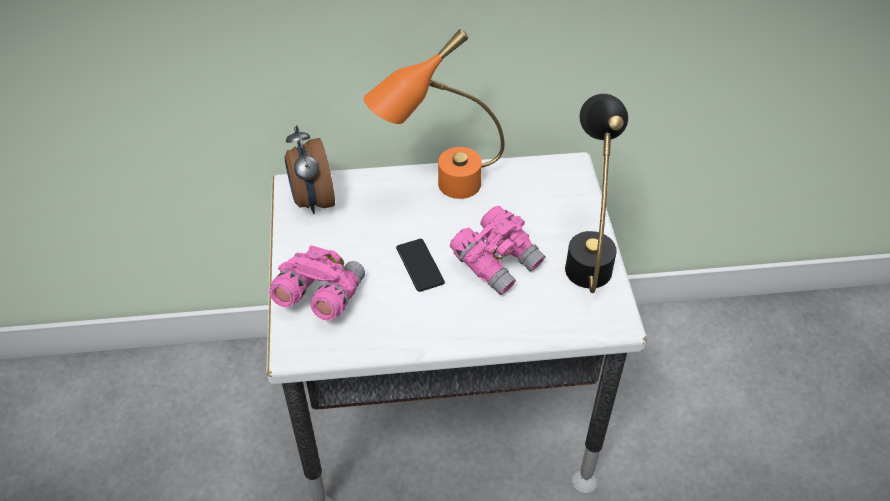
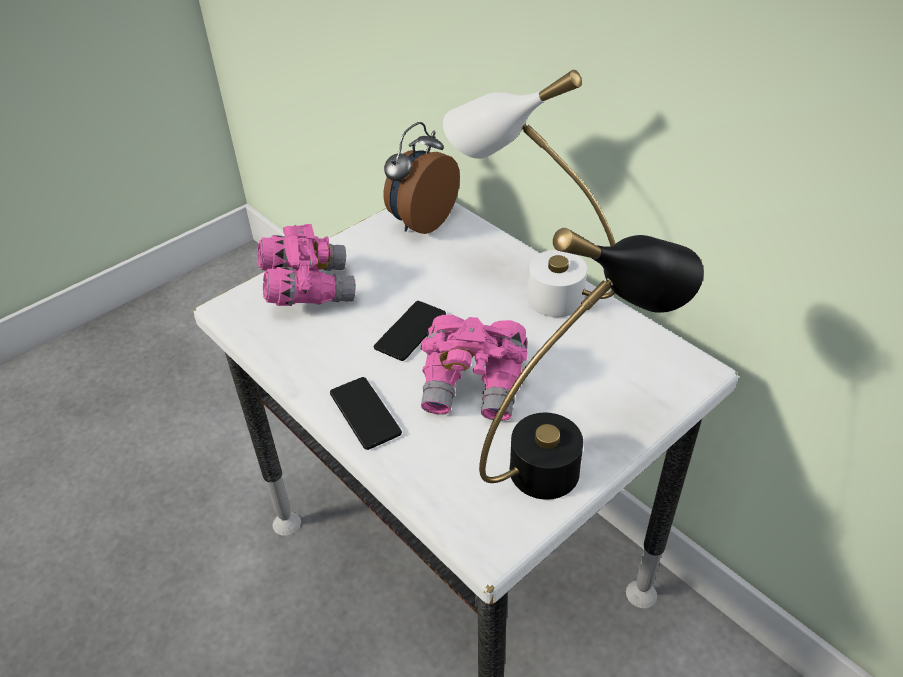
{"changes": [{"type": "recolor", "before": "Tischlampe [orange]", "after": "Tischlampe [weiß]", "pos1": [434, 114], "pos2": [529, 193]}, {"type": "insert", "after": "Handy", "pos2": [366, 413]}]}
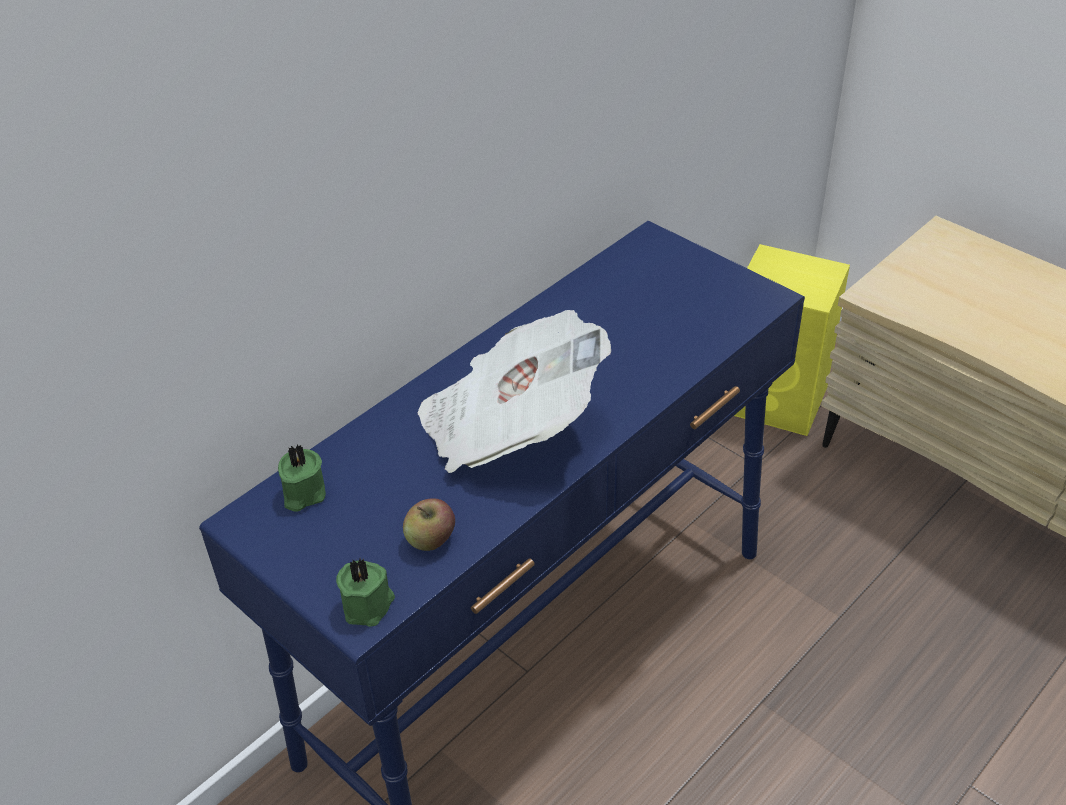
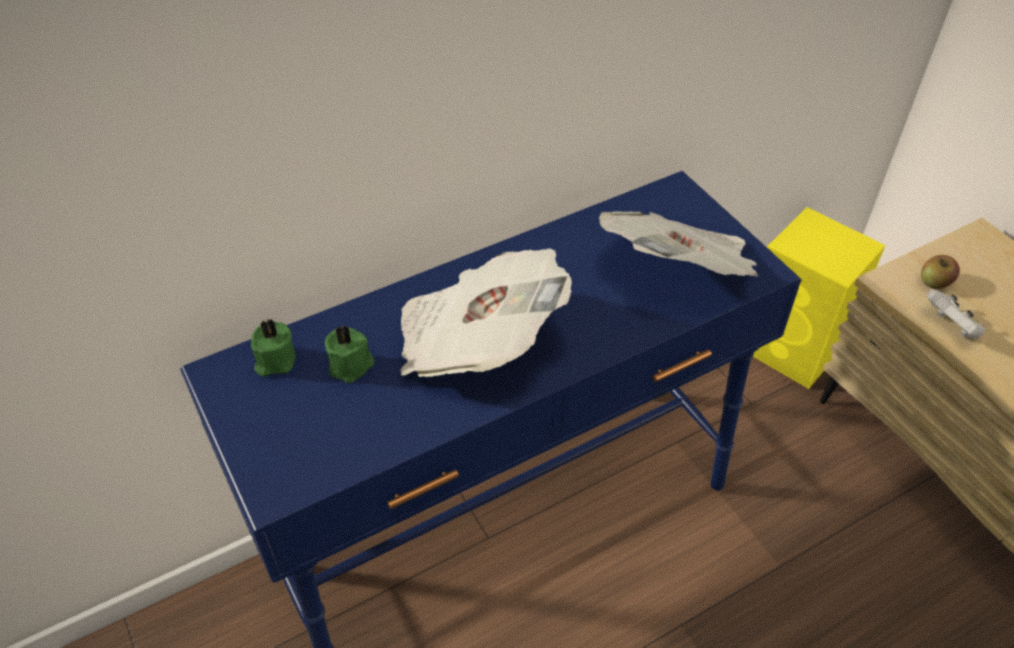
{"changes": [{"type": "move", "before": "Kerze [grün]", "pos1": [365, 593], "pos2": [349, 354]}, {"type": "move", "before": "Apfel", "pos1": [429, 524], "pos2": [940, 272]}, {"type": "insert", "after": "Zeitung", "pos2": [678, 244]}, {"type": "insert", "after": "Gamepad [weiß]", "pos2": [955, 314]}]}
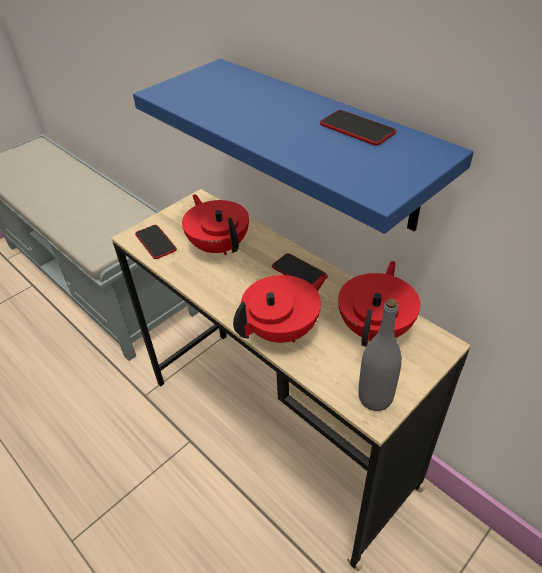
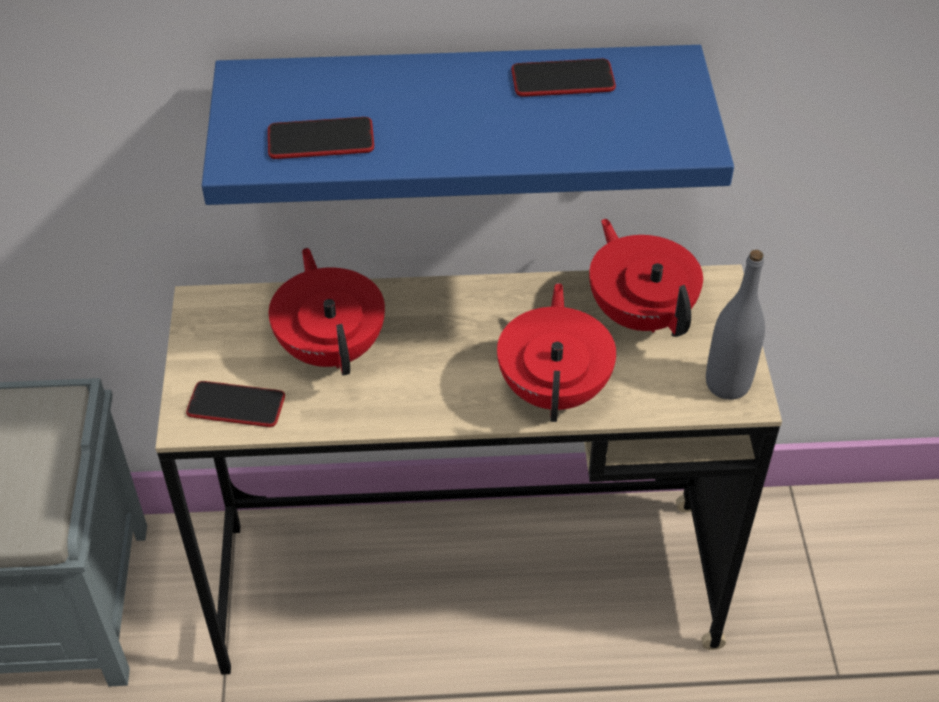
{"changes": [{"type": "rotate", "before": "Teekanne [rot]", "pos1": [215, 224], "pos2": [327, 312], "turn": 60}, {"type": "move", "before": "Handy", "pos1": [300, 269], "pos2": [321, 138]}]}
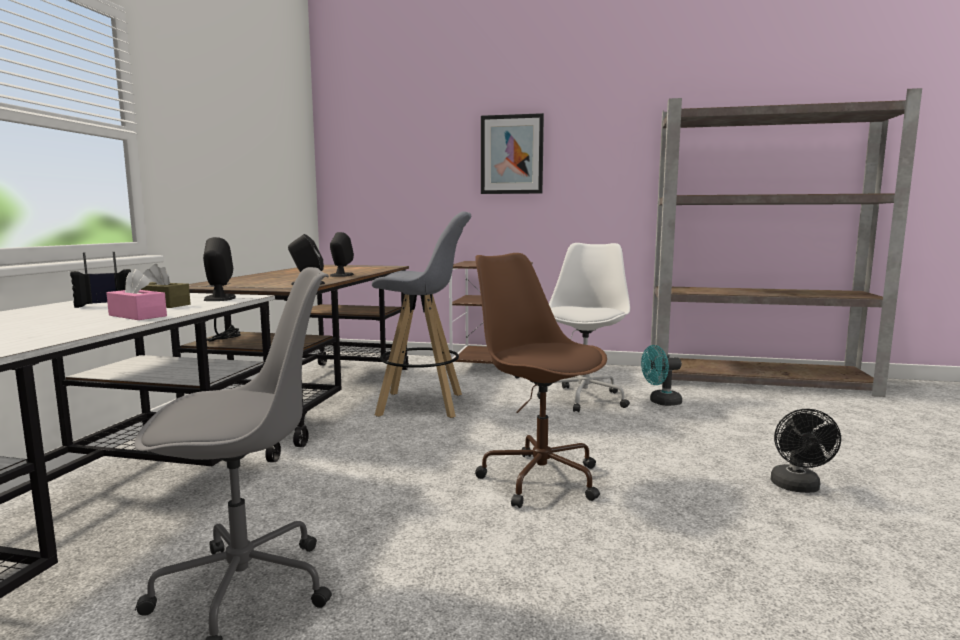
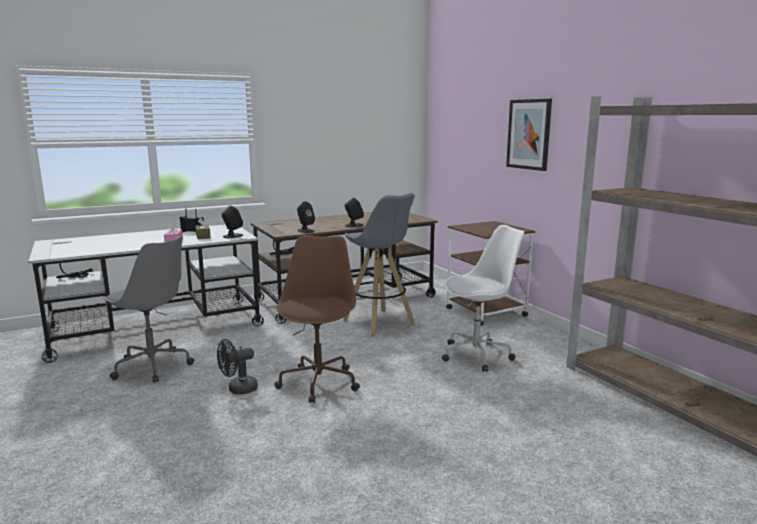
{"changes": [{"type": "delete", "before": "Ventilator [türkis]", "pos1": [661, 375]}, {"type": "move", "before": "Ventilator [schwarz]", "pos1": [806, 451], "pos2": [237, 367]}]}
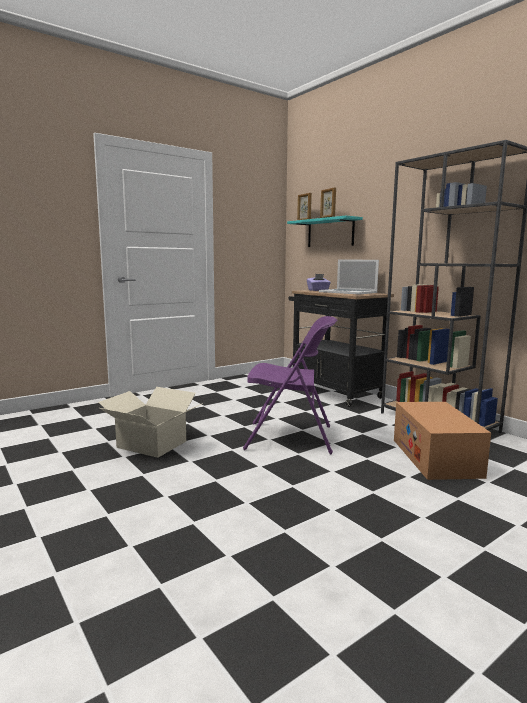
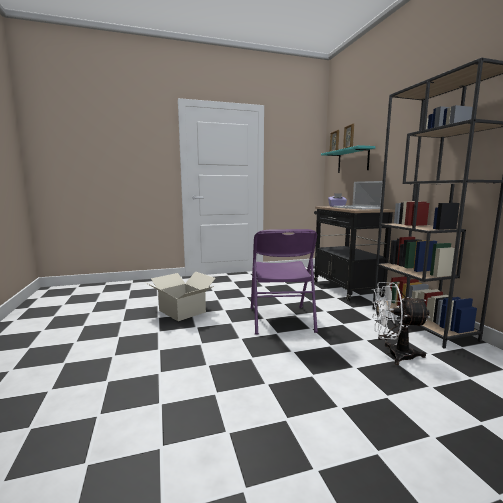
{"changes": [{"type": "rotate", "before": "Stuhl [lila]", "pos1": [290, 385], "pos2": [284, 281], "turn": 60}, {"type": "replace", "before": "Karton", "after": "Ventilator [weiß]", "pos1": [442, 441], "pos2": [401, 323]}]}
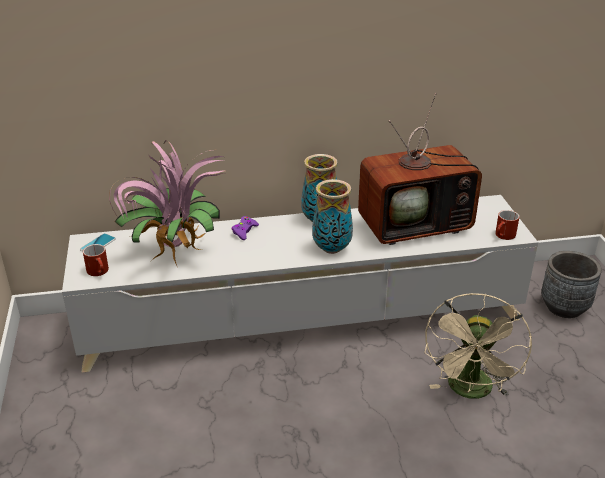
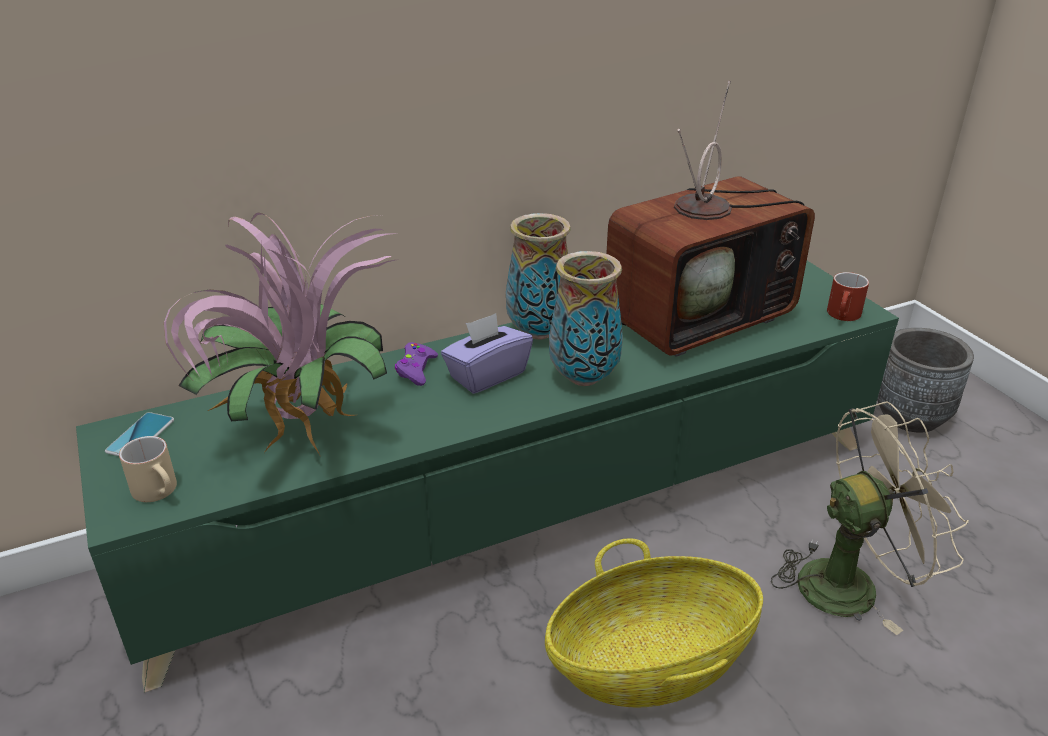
{"changes": [{"type": "recolor", "before": "Fernsehschrank [weiß]", "after": "Fernsehschrank [grün]", "pos1": [300, 283], "pos2": [487, 476]}, {"type": "recolor", "before": "Henkelbecher [rot]", "after": "Henkelbecher [beige]", "pos1": [96, 260], "pos2": [148, 469]}, {"type": "rotate", "before": "Ventilator [beige]", "pos1": [478, 346], "pos2": [870, 518], "turn": -105}, {"type": "insert", "after": "Taschentuchbox [lila]", "pos2": [487, 353]}, {"type": "insert", "after": "Korb", "pos2": [654, 623]}]}
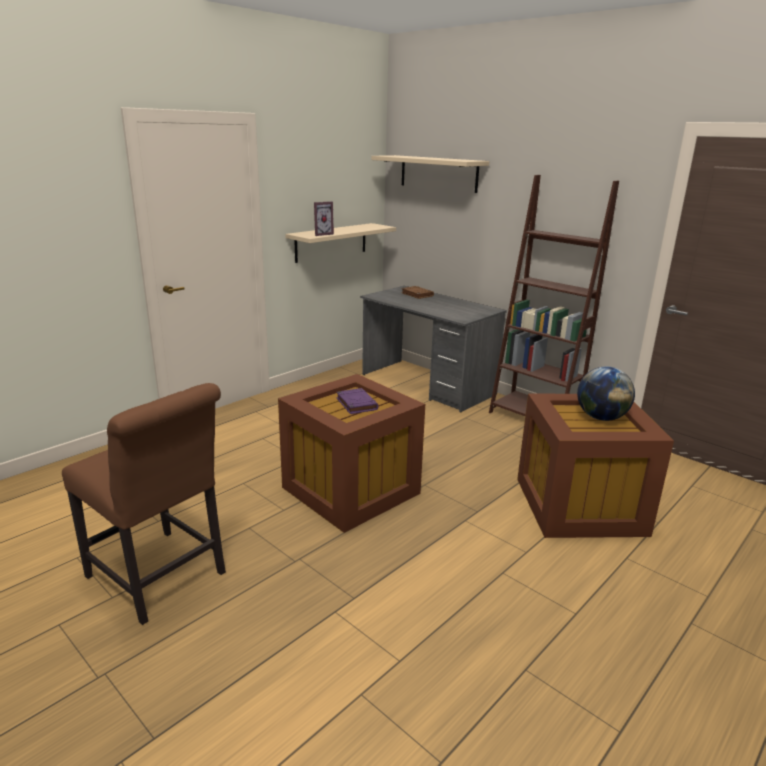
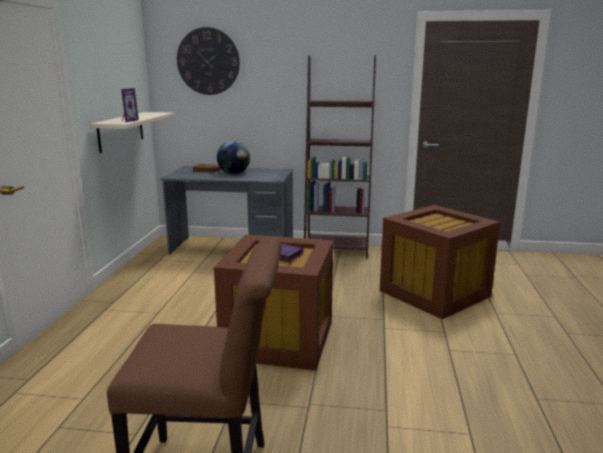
{"changes": [{"type": "replace", "before": "Wandregal [beige]", "after": "Wanduhr", "pos1": [430, 174], "pos2": [208, 61]}, {"type": "move", "before": "Globus", "pos1": [606, 393], "pos2": [233, 157]}]}
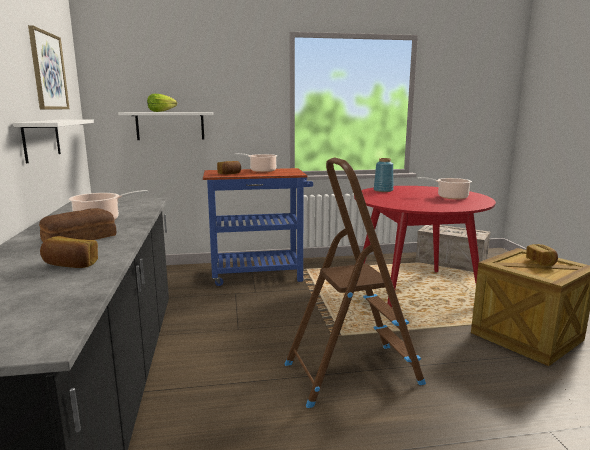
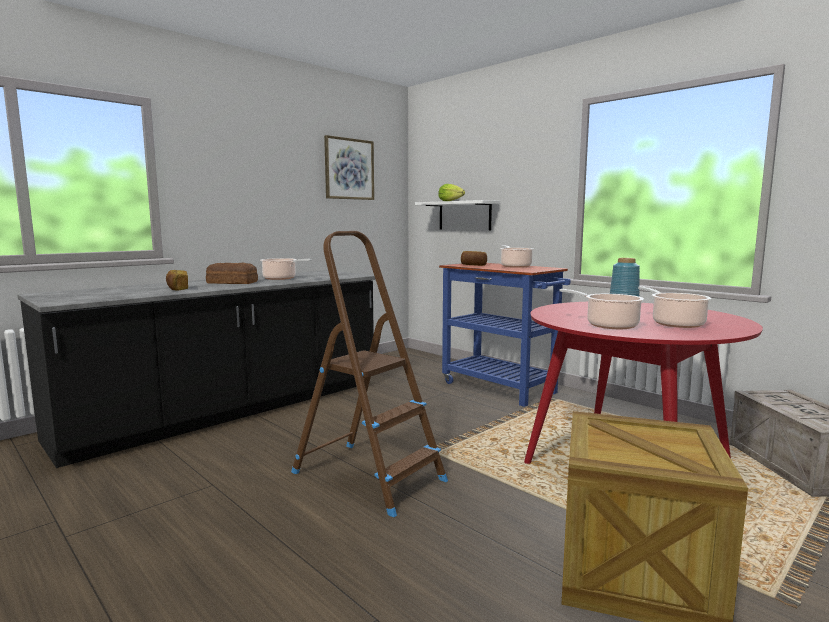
{"changes": [{"type": "delete", "before": "Wandregal [weiß]", "pos1": [53, 141]}, {"type": "delete", "before": "Brot", "pos1": [542, 255]}, {"type": "insert", "after": "Kochtopf", "pos2": [601, 309]}]}
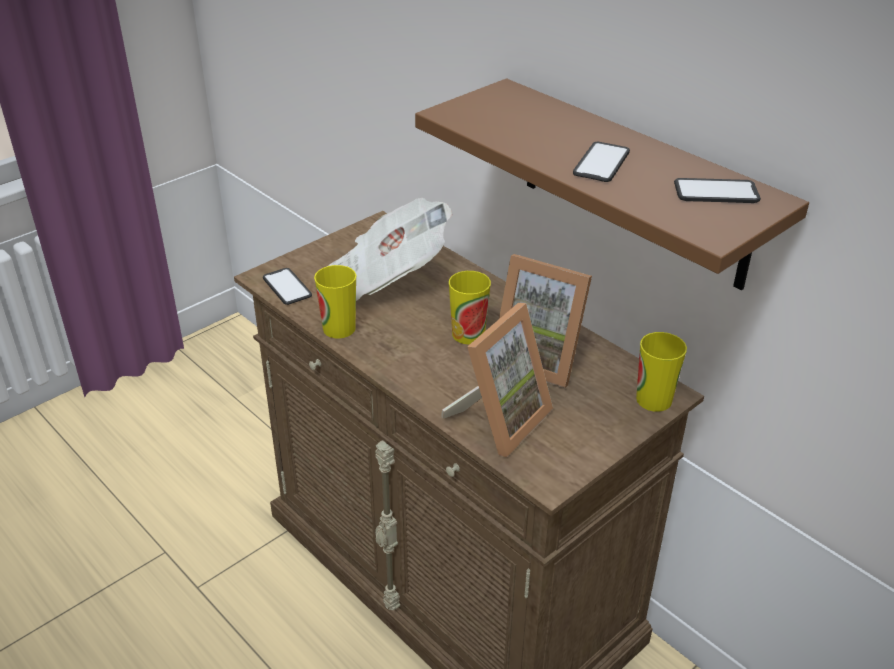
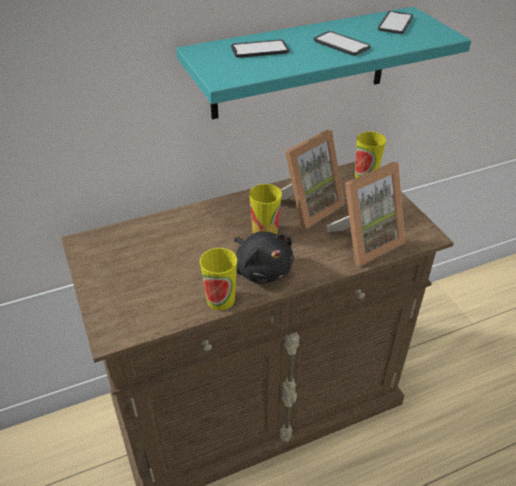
{"changes": [{"type": "move", "before": "Handy", "pos1": [287, 286], "pos2": [260, 48]}, {"type": "delete", "before": "Zeitung", "pos1": [390, 249]}, {"type": "recolor", "before": "Wandregal [braun]", "after": "Wandregal [türkis]", "pos1": [612, 185], "pos2": [323, 63]}, {"type": "rotate", "before": "Bilderrahmen", "pos1": [497, 380], "pos2": [365, 214], "turn": 90}, {"type": "insert", "after": "Plüschtier [schwarz]", "pos2": [264, 257]}]}
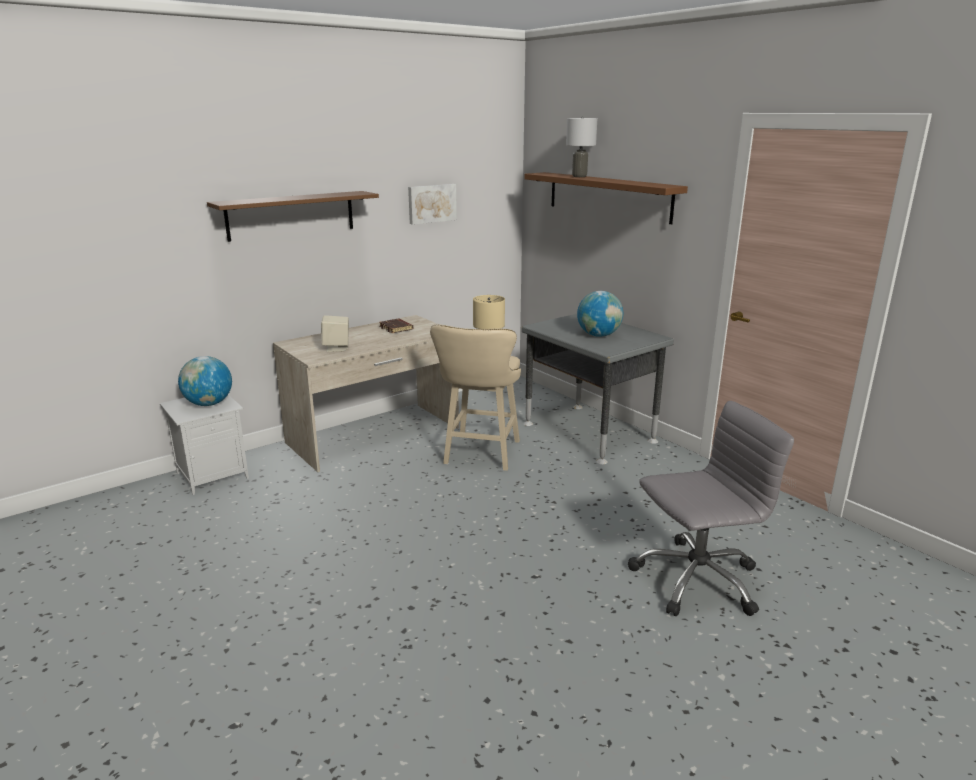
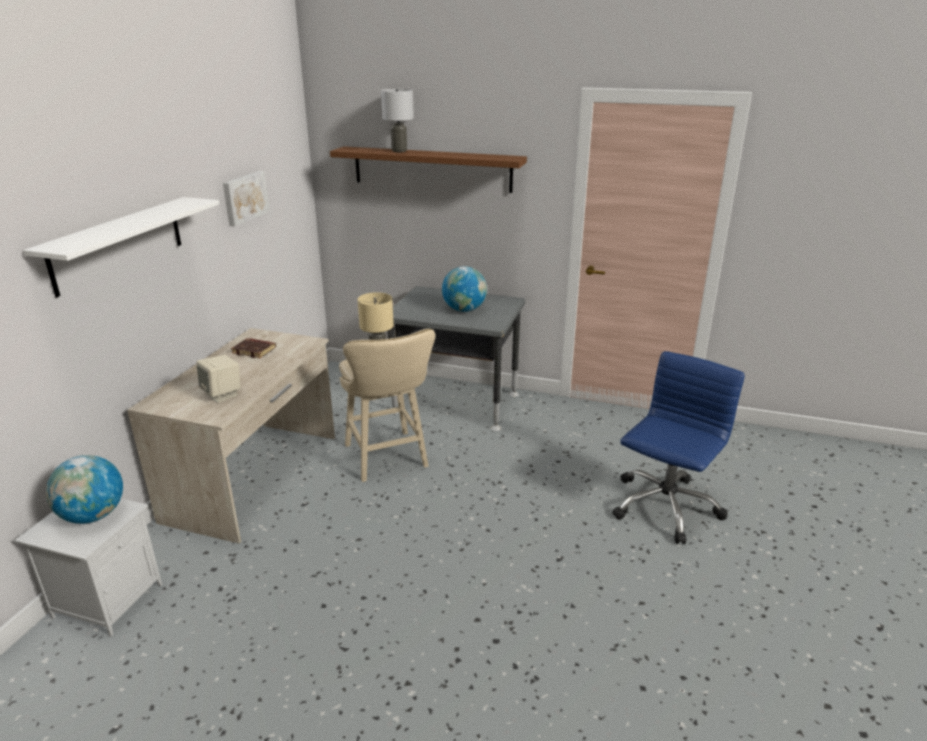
{"changes": [{"type": "recolor", "before": "Wandregal [braun]", "after": "Wandregal [weiß]", "pos1": [293, 216], "pos2": [121, 247]}, {"type": "recolor", "before": "Bürostuhl [grau]", "after": "Bürostuhl [blau]", "pos1": [711, 508], "pos2": [678, 447]}]}
